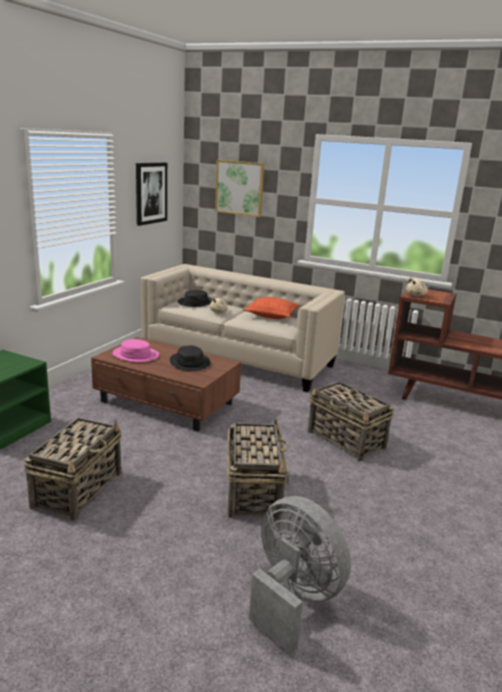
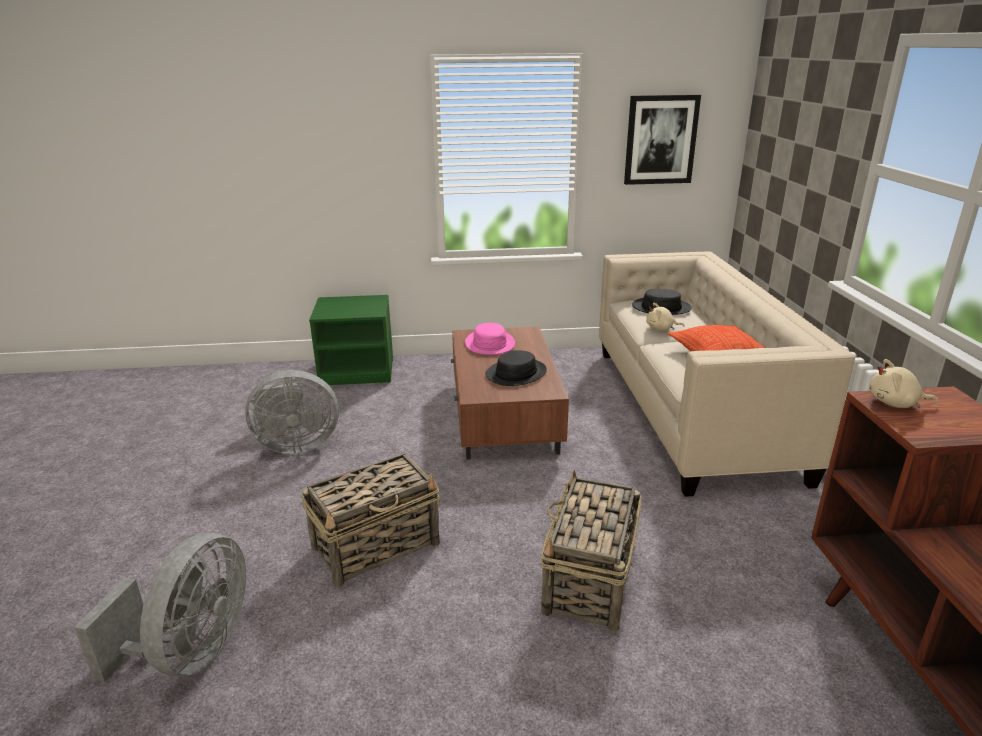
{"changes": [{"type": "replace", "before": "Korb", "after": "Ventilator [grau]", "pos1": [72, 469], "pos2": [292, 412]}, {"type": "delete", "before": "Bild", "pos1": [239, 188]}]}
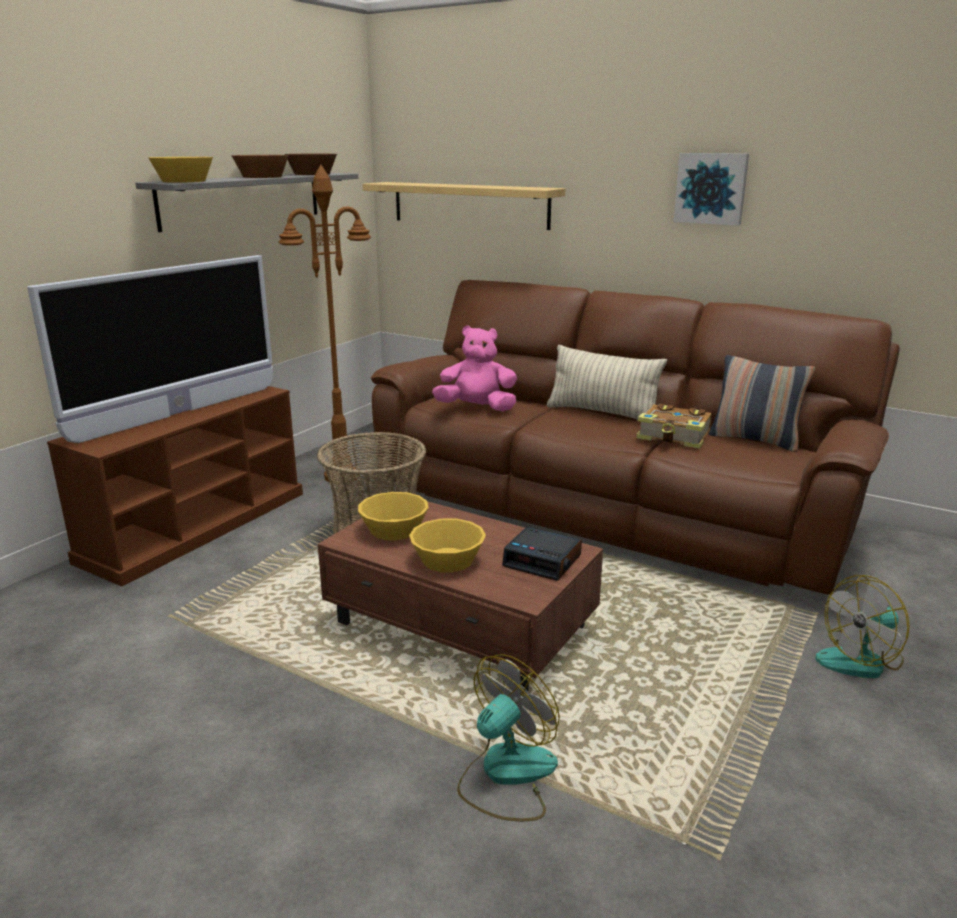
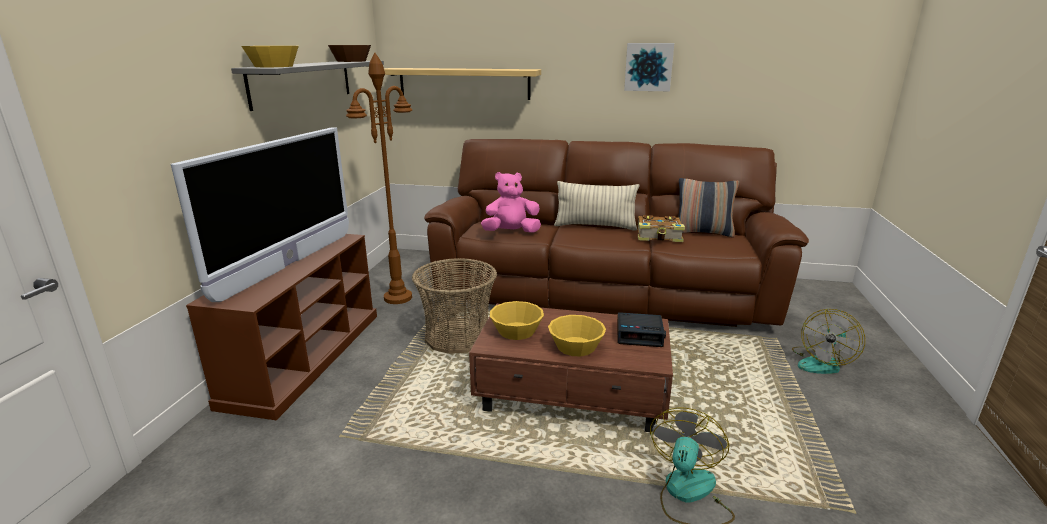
{"changes": [{"type": "delete", "before": "Schüssel [braun]", "pos1": [260, 166]}]}
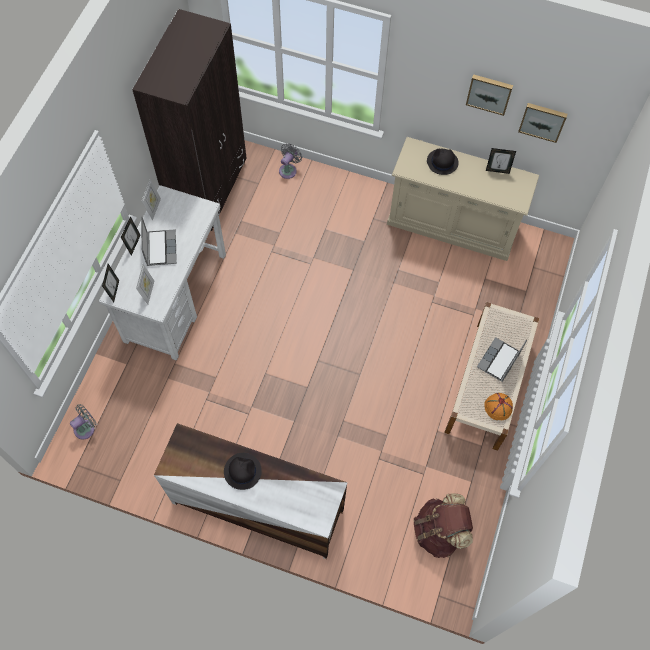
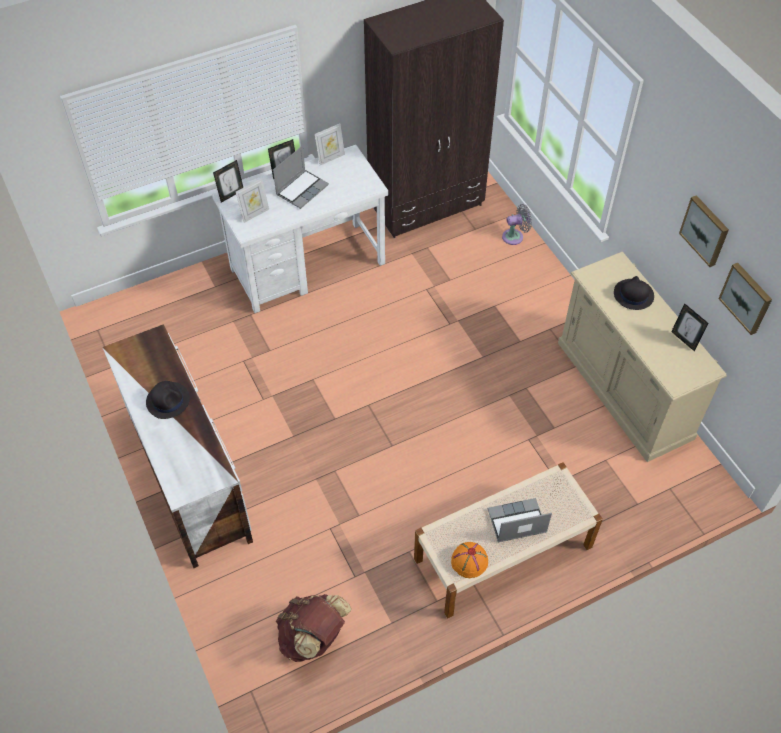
{"changes": [{"type": "delete", "before": "Ventilator [grau]", "pos1": [83, 421]}]}
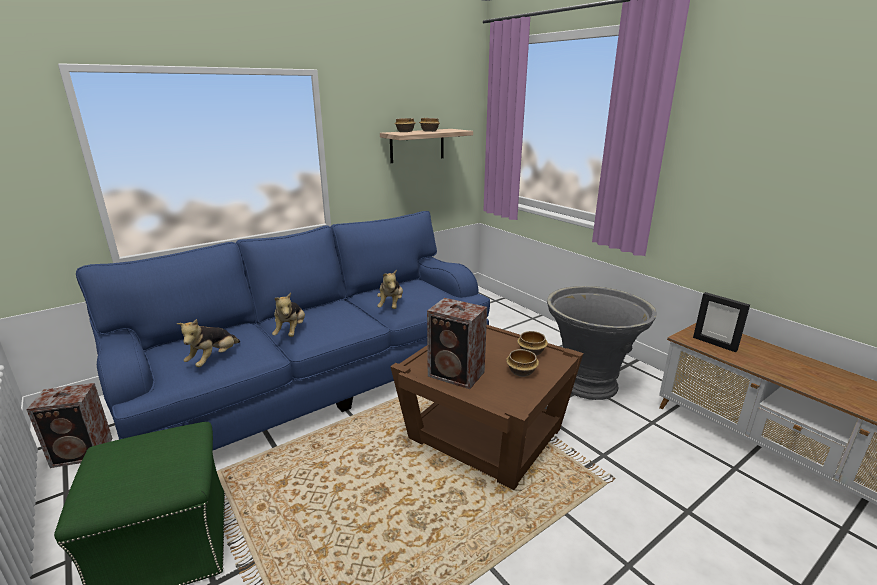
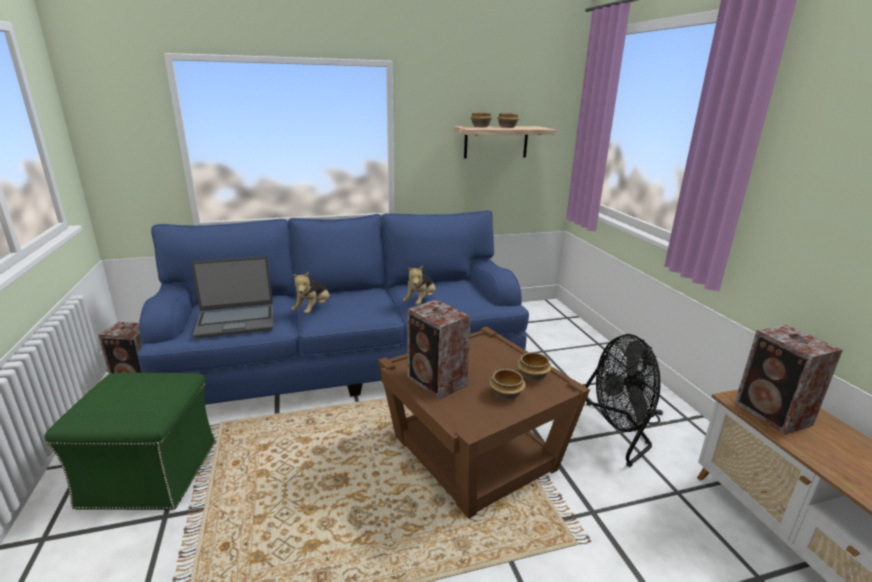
{"changes": [{"type": "replace", "before": "Plüschtier", "after": "Laptop", "pos1": [208, 343], "pos2": [232, 297]}, {"type": "replace", "before": "Pflanzkübel [grau]", "after": "Ventilator [schwarz]", "pos1": [602, 343], "pos2": [624, 400]}, {"type": "replace", "before": "Bilderrahmen", "after": "Lautsprecher", "pos1": [721, 322], "pos2": [788, 379]}]}
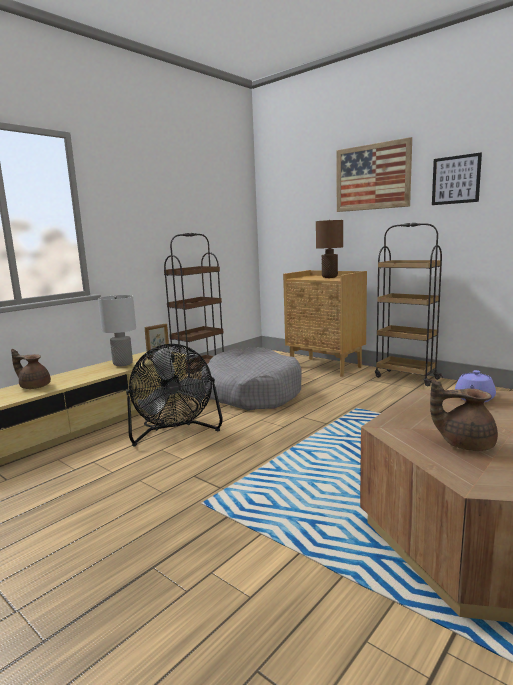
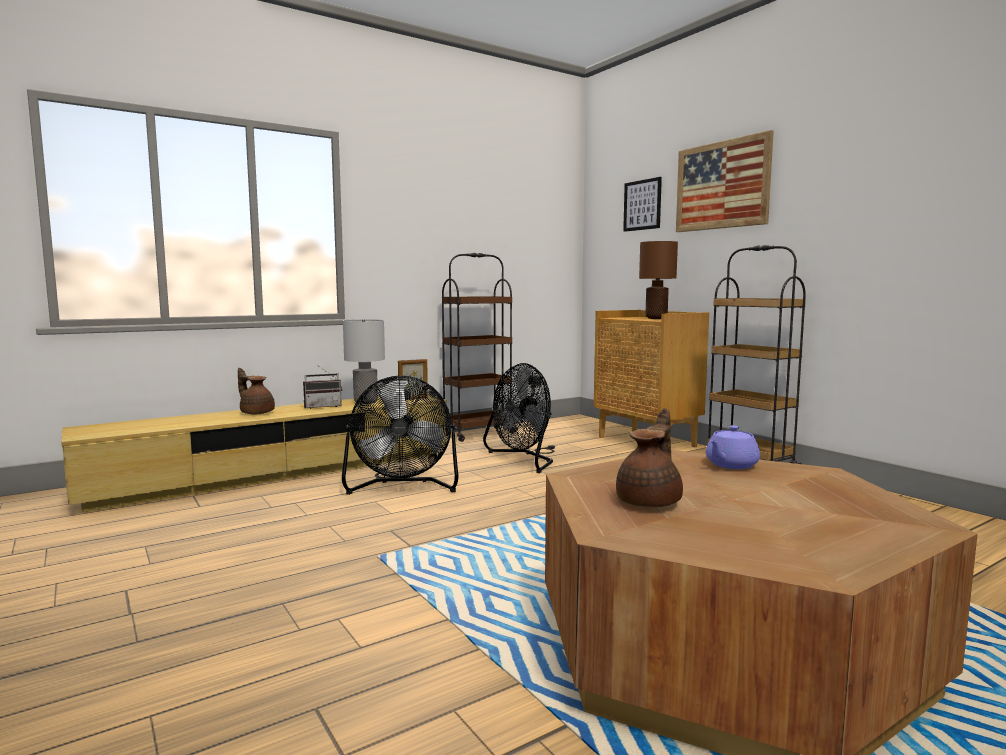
{"changes": [{"type": "replace", "before": "Hundebett [grau]", "after": "Ventilator [schwarz]", "pos1": [251, 379], "pos2": [519, 418]}, {"type": "rotate", "before": "Teekanne [braun]", "pos1": [464, 415], "pos2": [649, 457], "turn": 90}, {"type": "move", "before": "Bild", "pos1": [457, 178], "pos2": [642, 204]}, {"type": "insert", "after": "Radio", "pos2": [322, 386]}]}
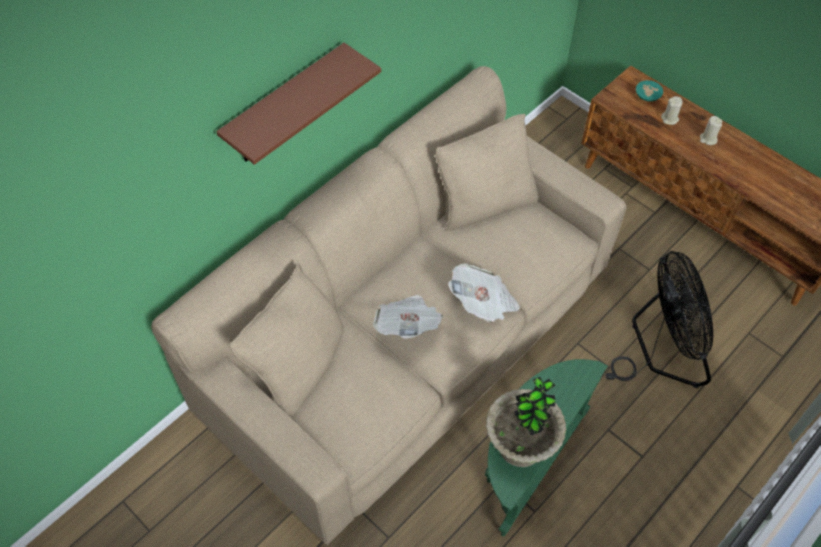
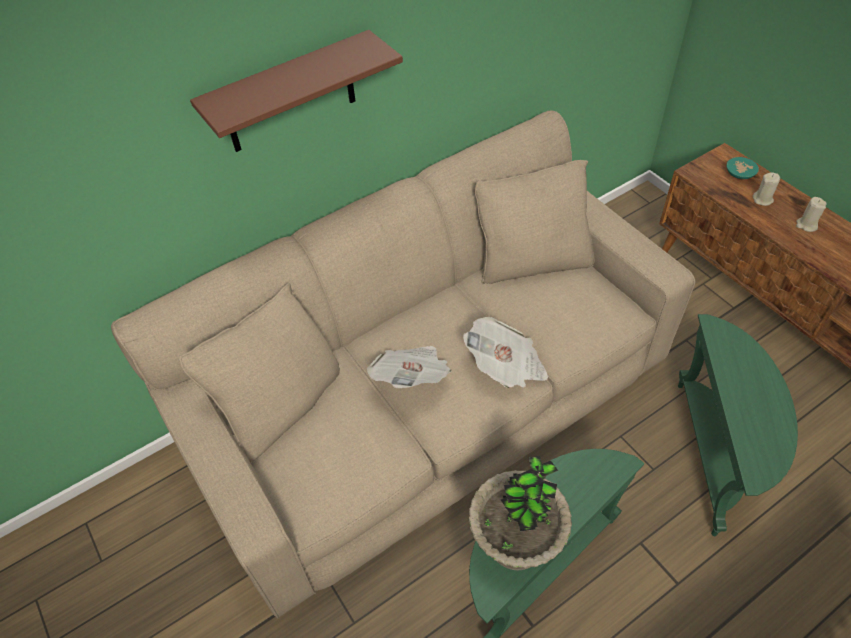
{"changes": [{"type": "replace", "before": "Ventilator [schwarz]", "after": "Beistelltisch [grün]", "pos1": [659, 320], "pos2": [738, 425]}]}
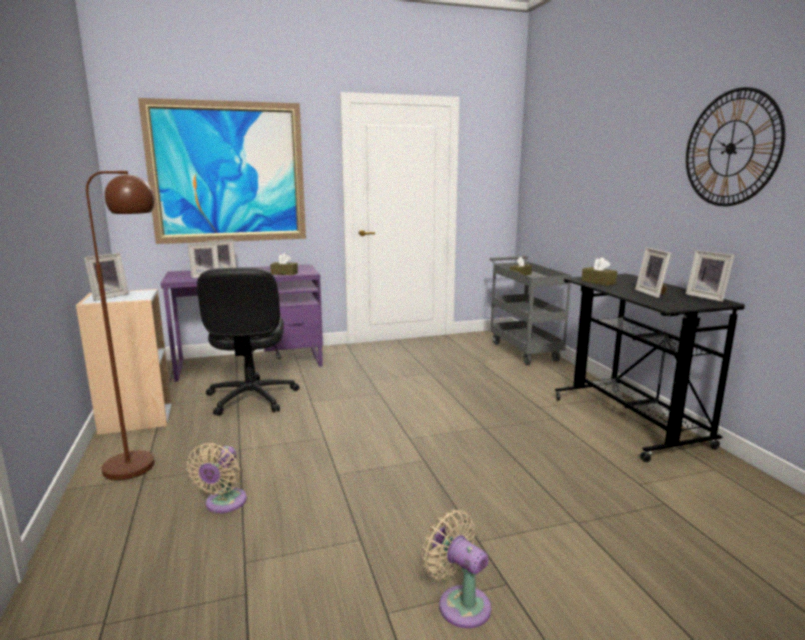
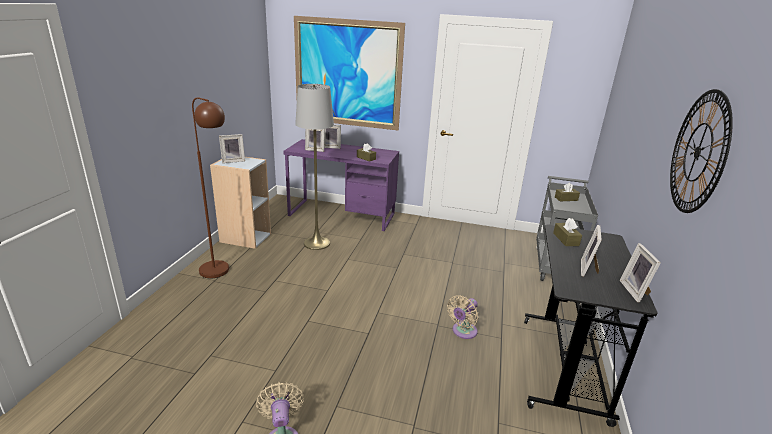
{"changes": [{"type": "move", "before": "Ventilator [beige]", "pos1": [217, 478], "pos2": [462, 317]}, {"type": "replace", "before": "Bürostuhl [schwarz]", "after": "Stehlampe [grau]", "pos1": [248, 341], "pos2": [314, 167]}]}
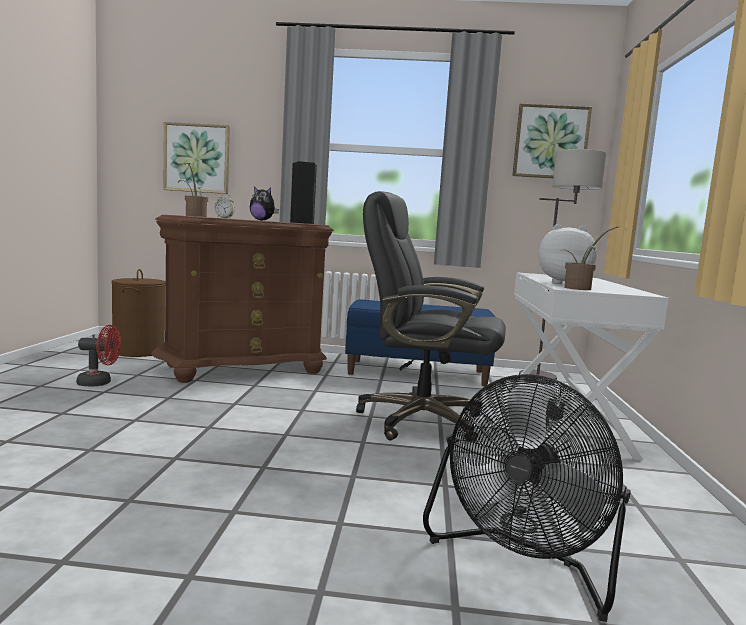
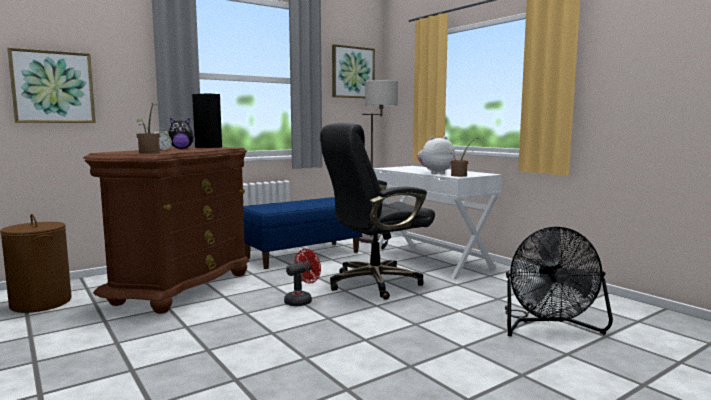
{"changes": [{"type": "move", "before": "Ventilator [rot]", "pos1": [99, 356], "pos2": [302, 277]}]}
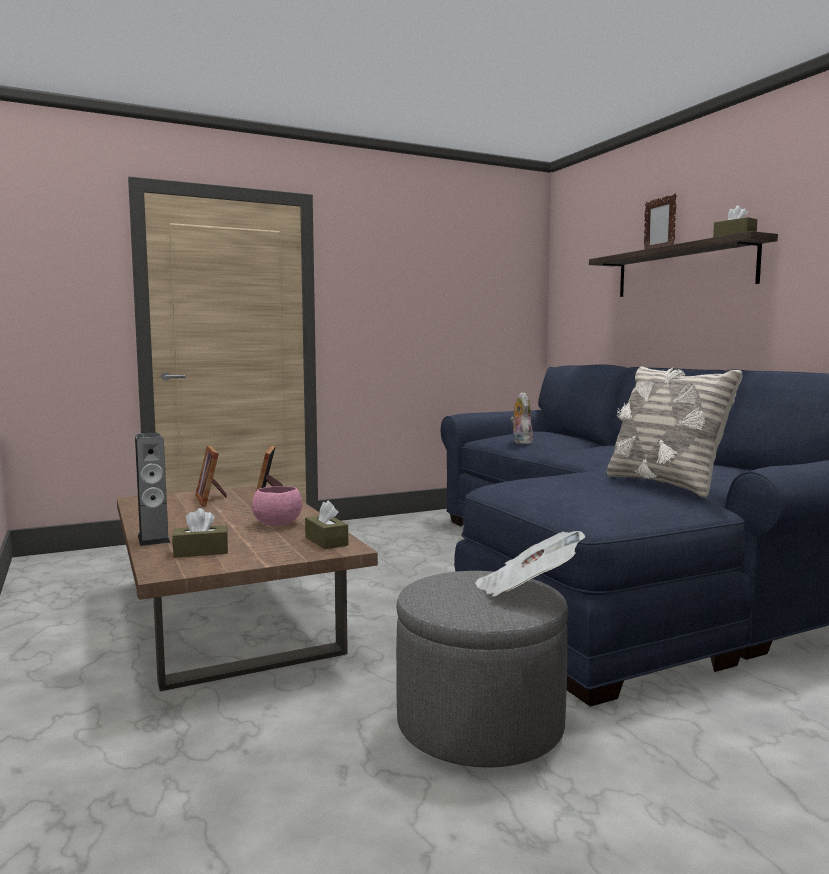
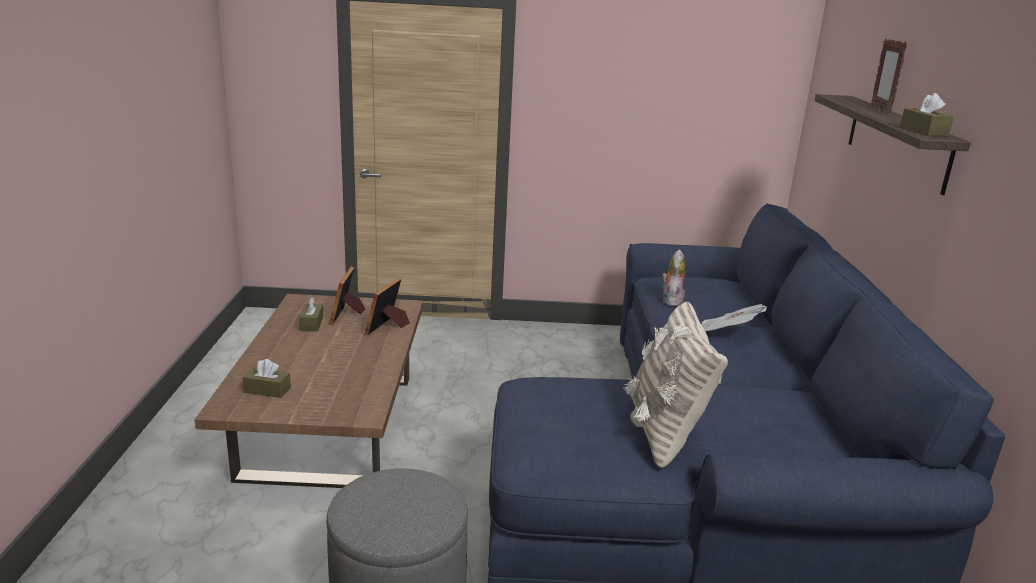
{"changes": [{"type": "delete", "before": "Lautsprecher", "pos1": [153, 489]}, {"type": "delete", "before": "Schüssel [rosa]", "pos1": [277, 506]}, {"type": "move", "before": "Taschentuchbox [braun]", "pos1": [326, 524], "pos2": [311, 314]}, {"type": "move", "before": "Zeitung", "pos1": [530, 563], "pos2": [734, 317]}]}
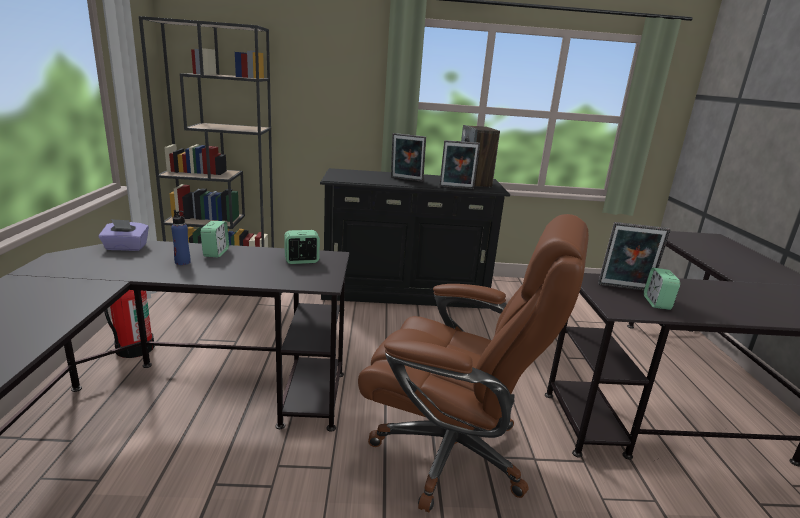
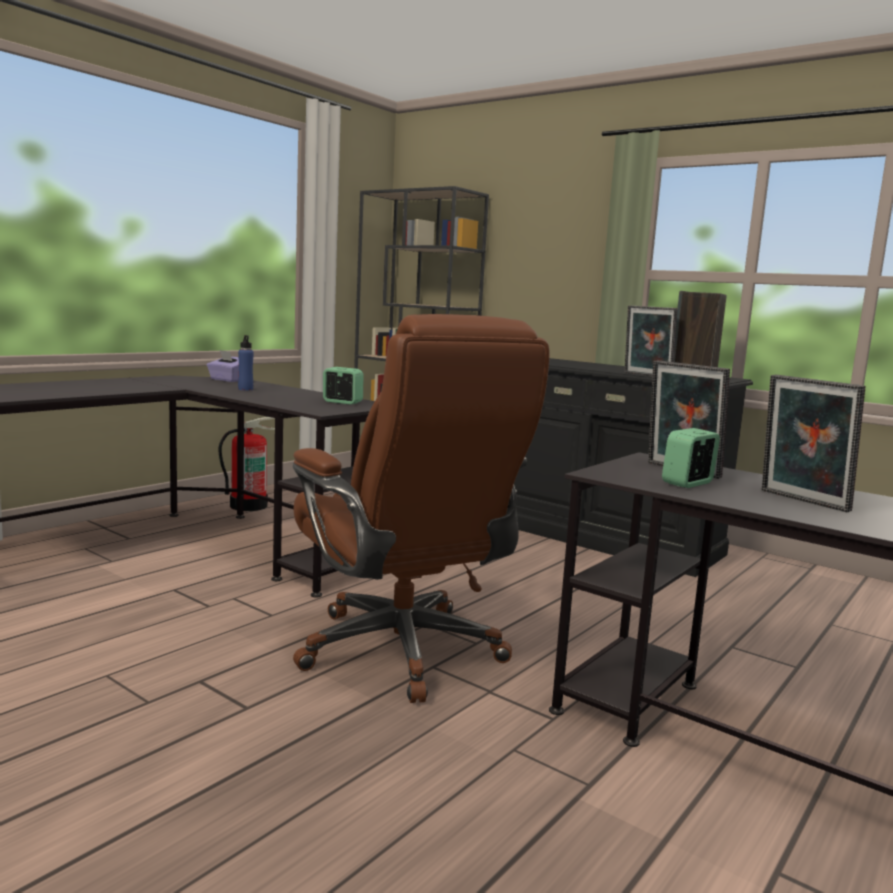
{"changes": [{"type": "delete", "before": "Wecker", "pos1": [214, 239]}, {"type": "move", "before": "Bilderrahmen", "pos1": [408, 157], "pos2": [813, 443]}]}
